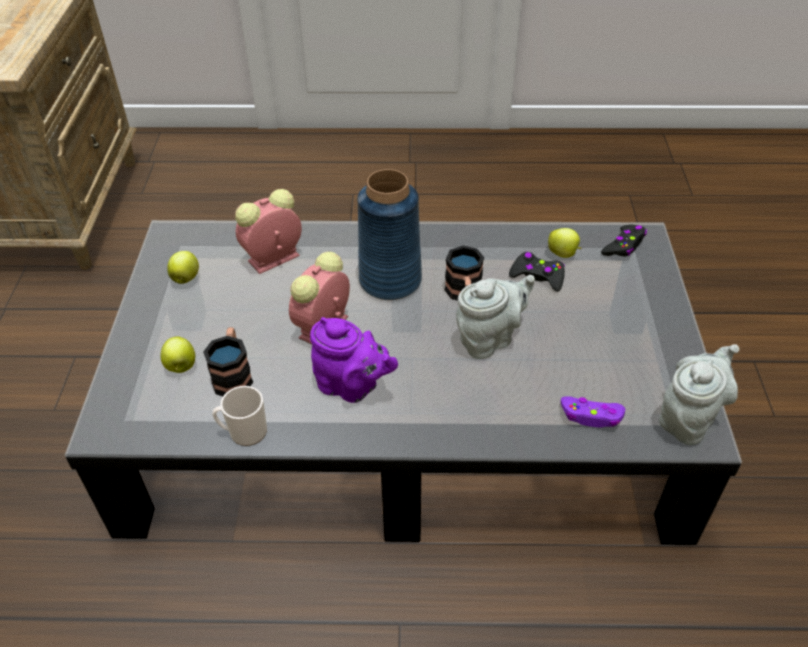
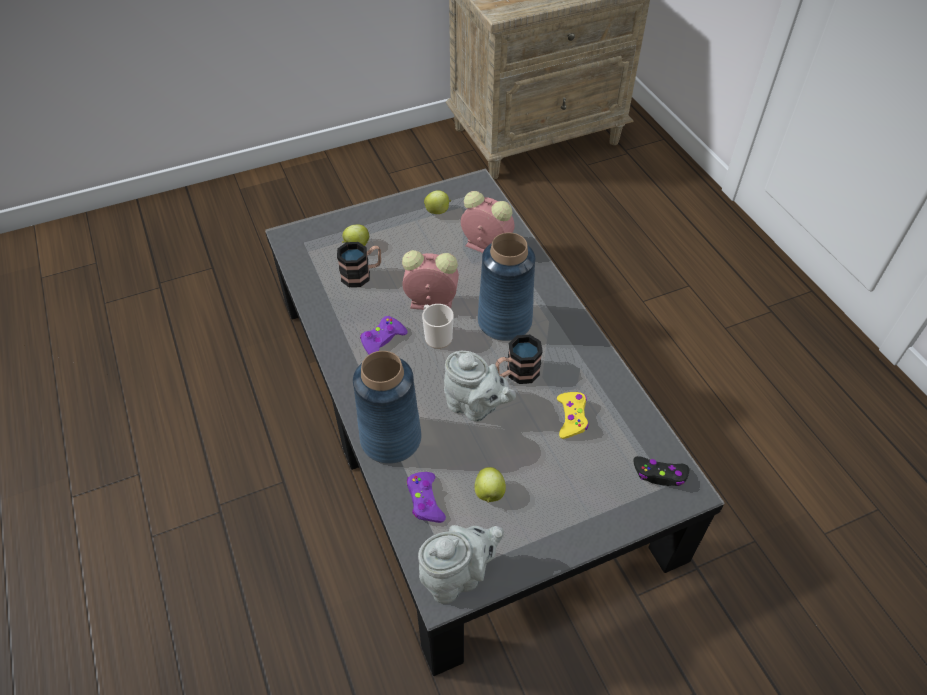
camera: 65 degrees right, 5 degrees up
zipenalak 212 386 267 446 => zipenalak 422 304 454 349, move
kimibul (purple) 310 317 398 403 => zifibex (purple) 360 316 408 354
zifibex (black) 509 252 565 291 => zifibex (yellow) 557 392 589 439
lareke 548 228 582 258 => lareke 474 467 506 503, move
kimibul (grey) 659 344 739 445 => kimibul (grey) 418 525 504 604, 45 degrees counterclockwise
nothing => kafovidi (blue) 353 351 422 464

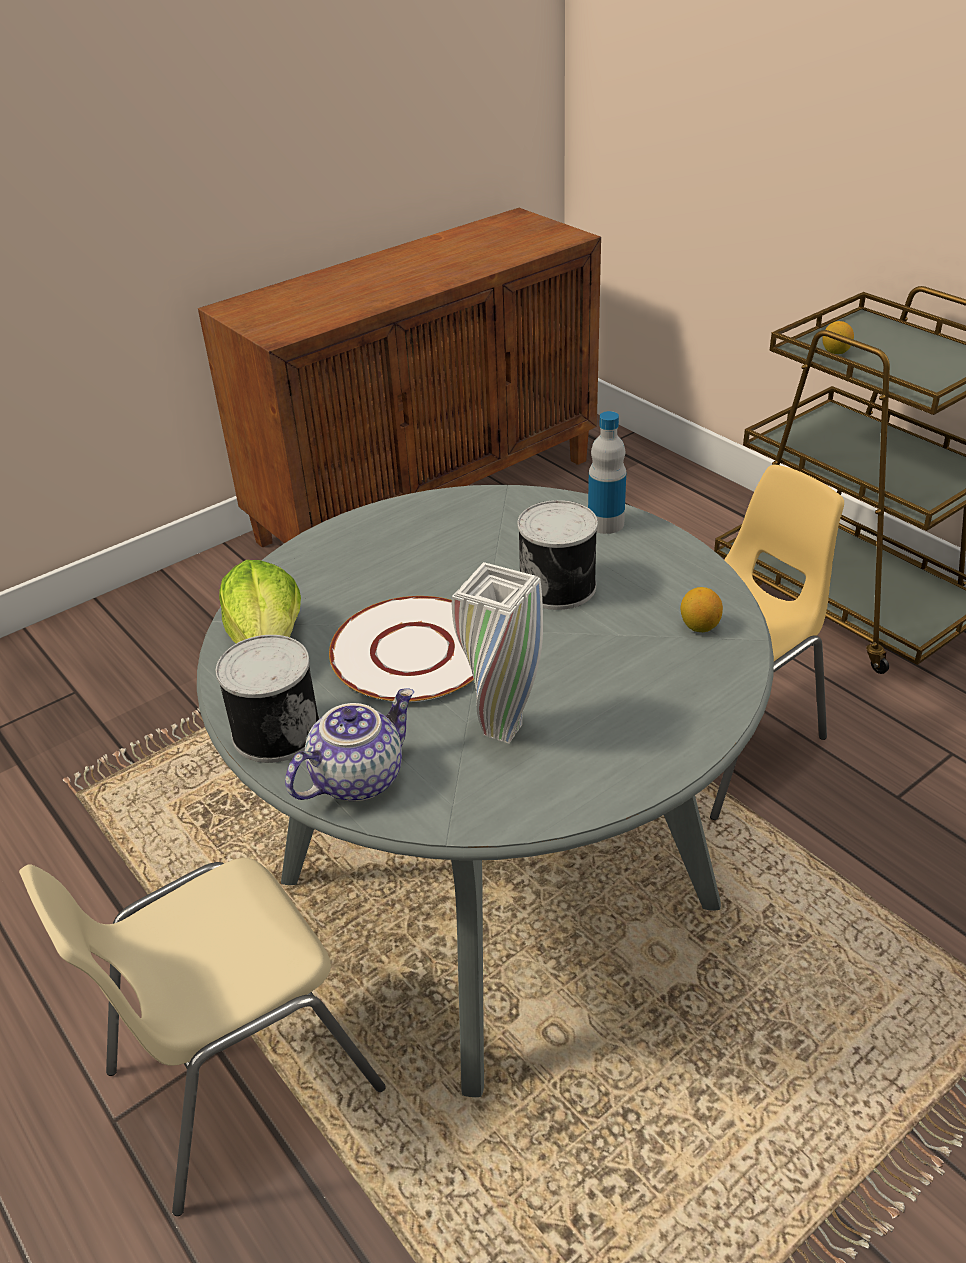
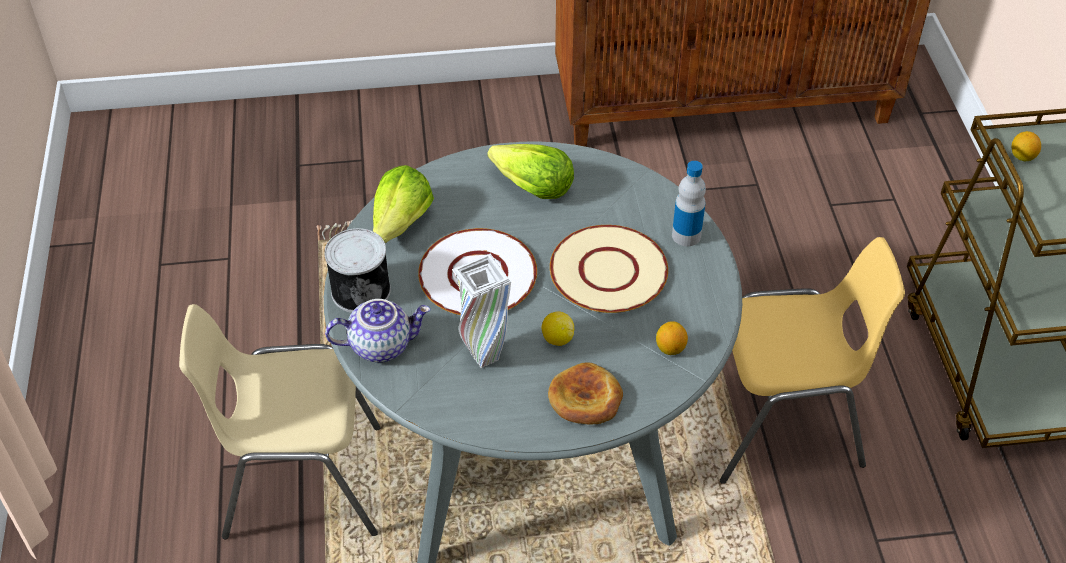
camera: 30 degrees right, 10 degrees up
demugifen 518 500 598 610 => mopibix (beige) 550 225 668 313
nothing => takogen 487 144 574 199
nothing => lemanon 541 312 574 346
nothing => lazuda 548 363 623 424

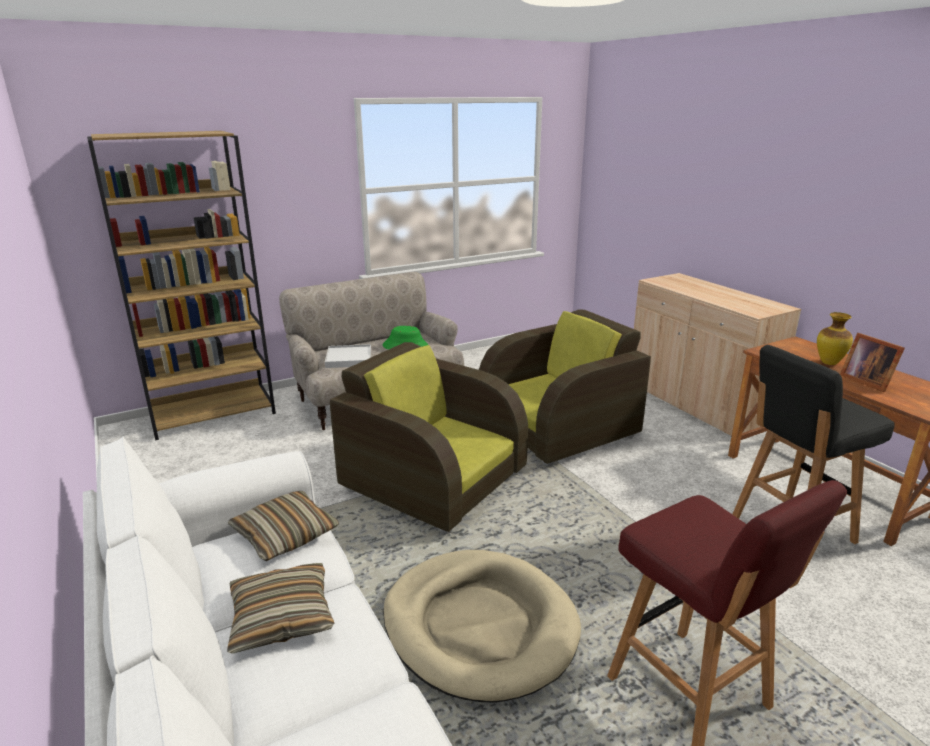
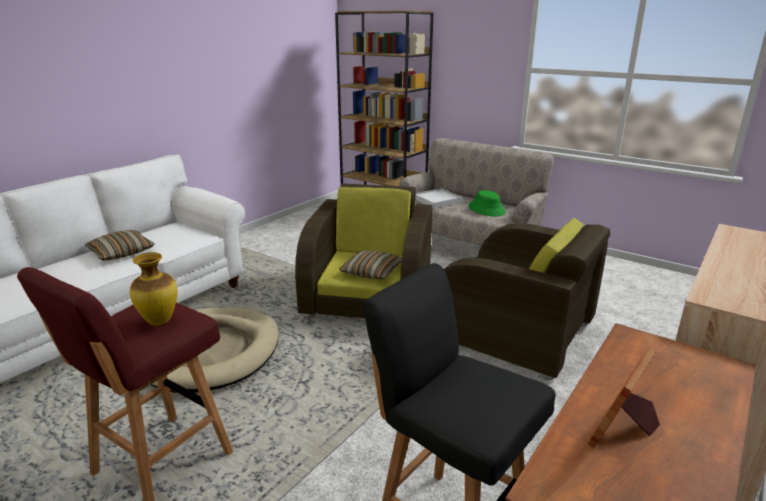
camera: 65 degrees right, 0 degrees up
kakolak 228 491 339 561 => kakolak 339 250 402 279, move
kafovidi 817 312 853 365 => kafovidi 130 252 178 326, move

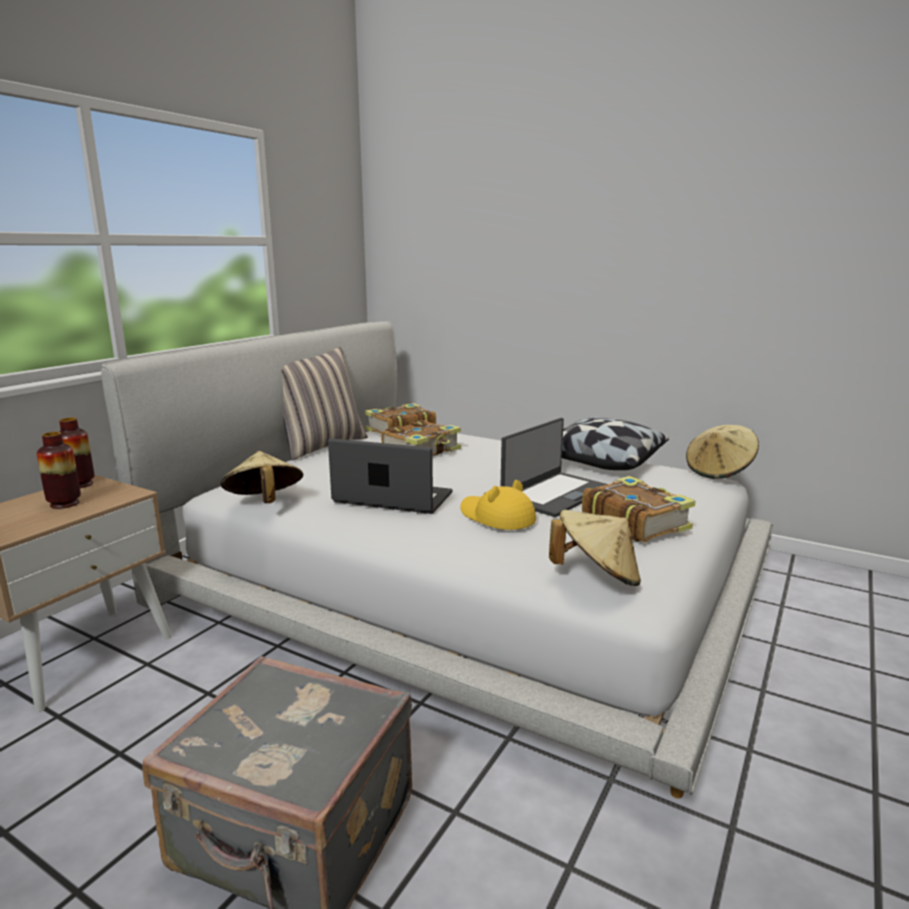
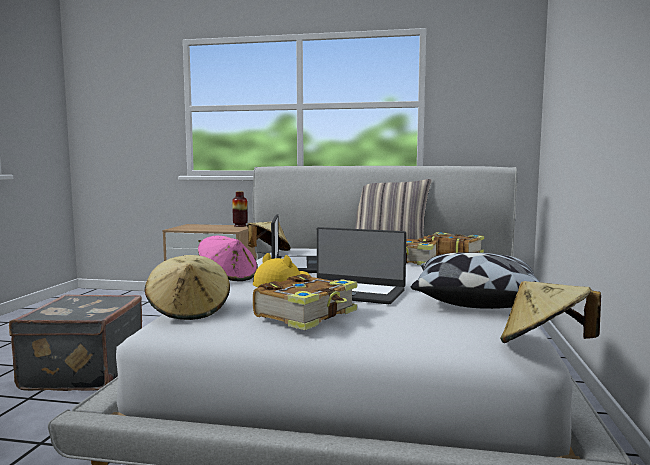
camera: 70 degrees right, 10 degrees down
kafovidi 37 432 81 509 => nothing
nothing => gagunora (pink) 198 236 258 281

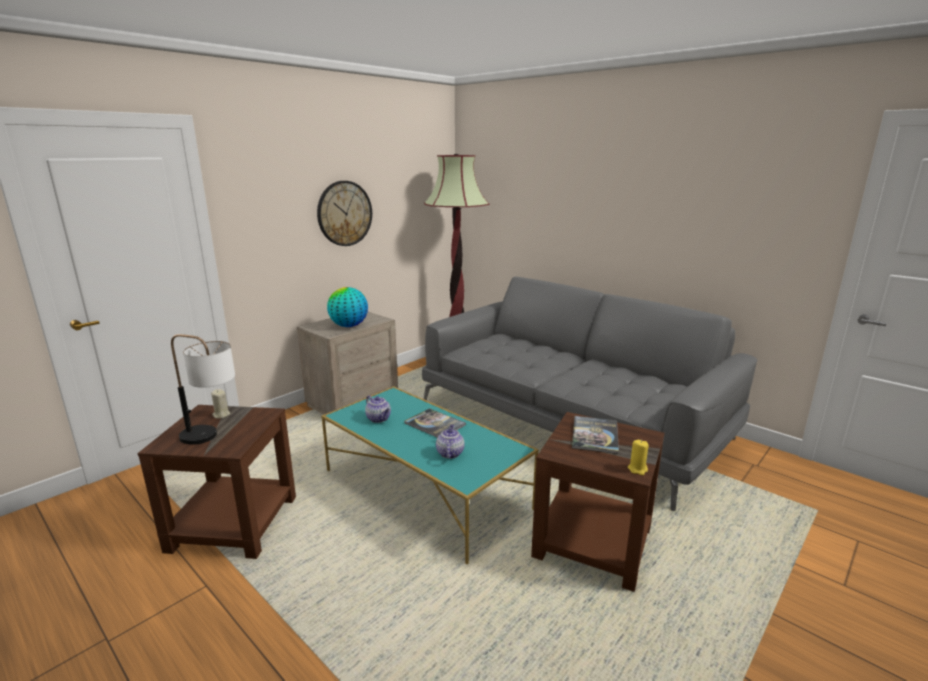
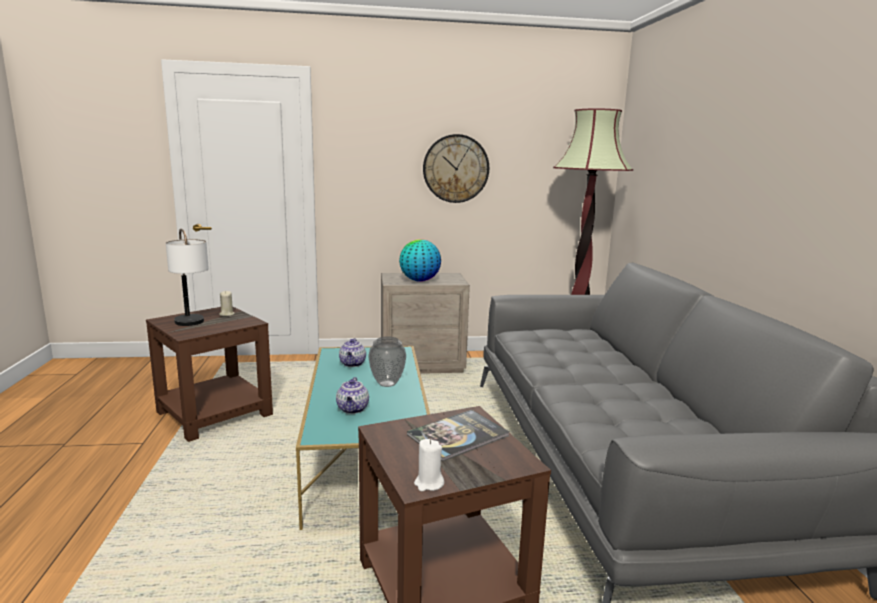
camera: 40 degrees right, 5 degrees down
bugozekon 404 408 466 437 => kafovidi 368 337 406 387
kimibul 436 424 464 459 => kimibul 336 377 369 414, 135 degrees clockwise
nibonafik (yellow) 628 440 649 475 => nibonafik (white) 414 439 444 491

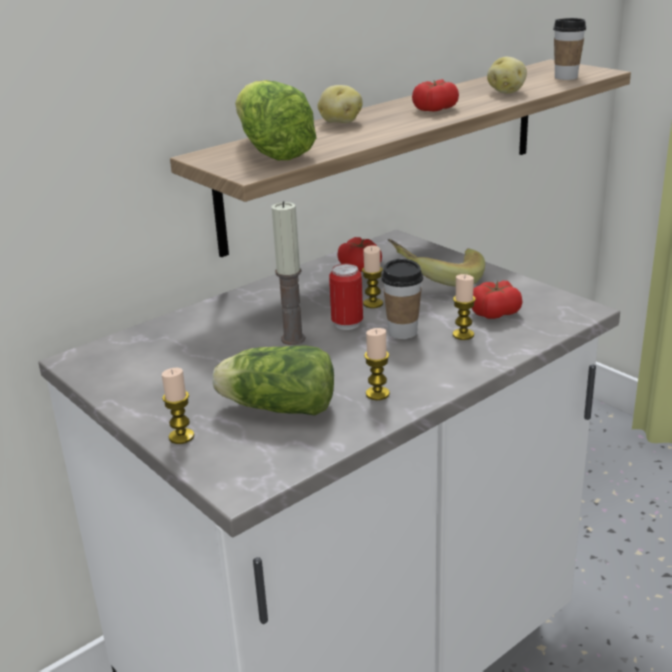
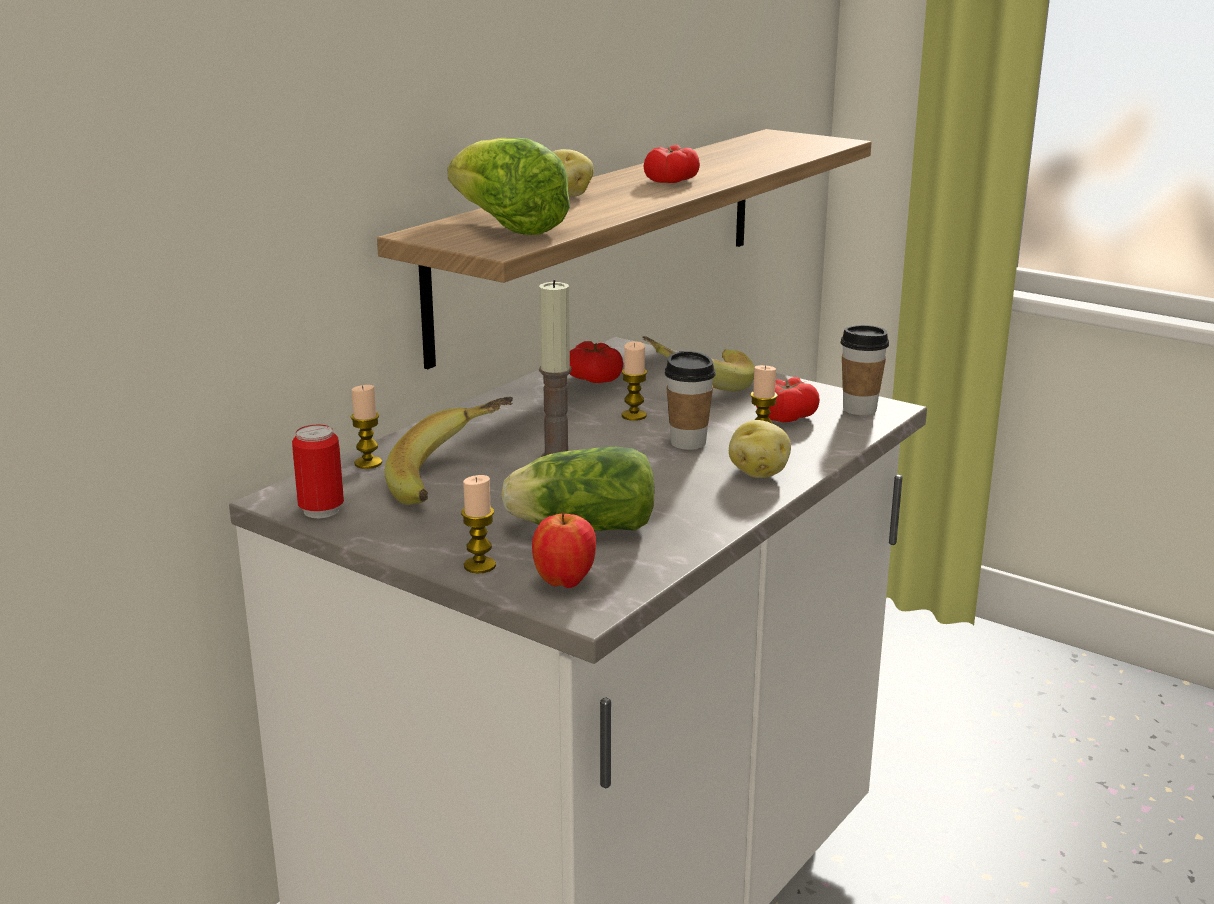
camera: 15 degrees left, 5 degrees down
demugifen 329 264 363 330 => demugifen 292 425 344 518, move
nibonafik 364 328 390 400 => nibonafik 351 385 382 469, move
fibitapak 487 57 527 93 => fibitapak 729 420 791 478, move
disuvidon 553 18 586 80 => disuvidon 841 325 889 415, move
nothing => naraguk 385 397 513 505
nothing => lareke 532 513 596 588

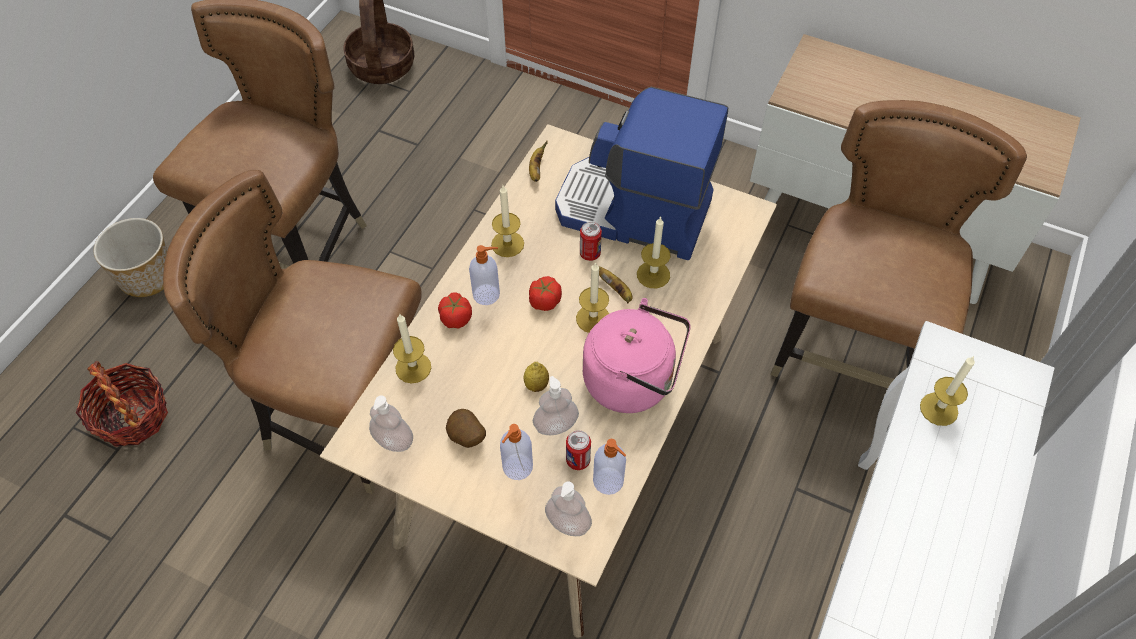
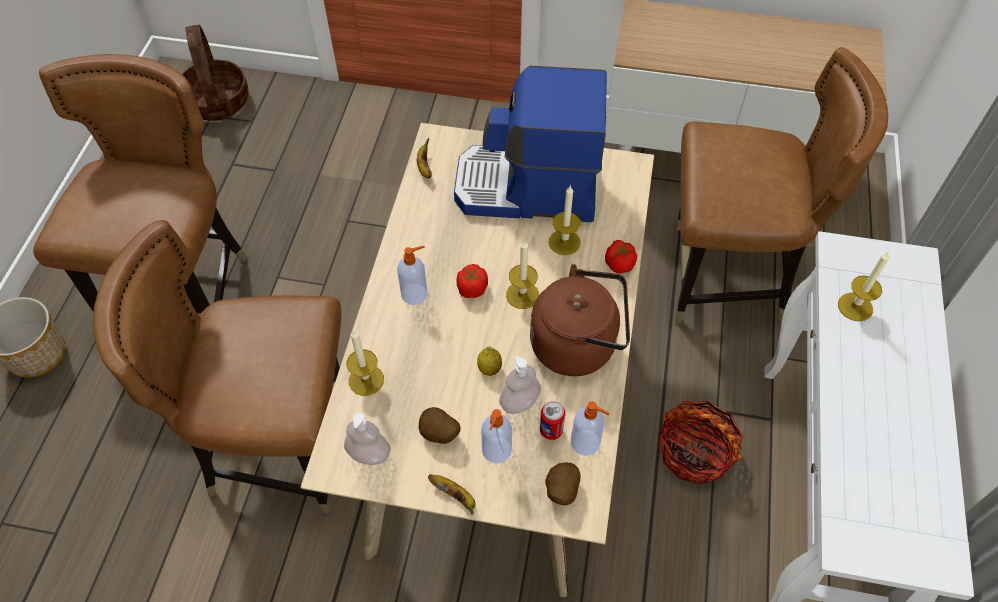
camera: 15 degrees left, 0 degrees up
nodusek 76 361 168 447 => nodusek 660 401 743 485, move
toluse 438 292 472 329 => toluse 605 240 637 274, move
nibonafik 491 185 524 257 => nothing
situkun 545 482 592 536 => fibitapak 545 462 581 505
demugifen 580 222 602 261 => nothing
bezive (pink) 583 298 691 413 => bezive (brown) 530 264 630 376
naraguk 599 267 633 303 => naraguk 428 474 476 515, move
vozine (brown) 770 100 1027 388 => vozine (brown) 675 47 888 323, 90 degrees clockwise

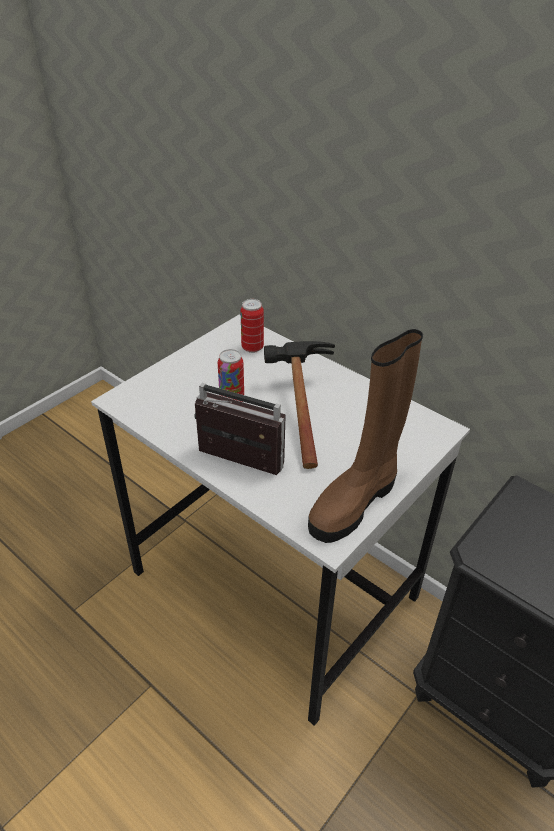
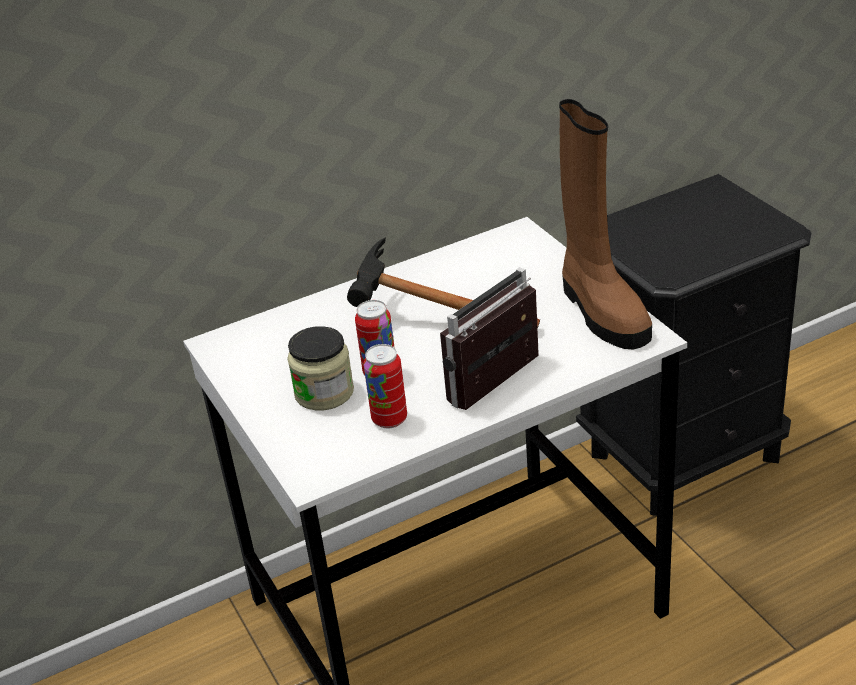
camera: 65 degrees left, 5 degrees down
demugifen 240 299 264 353 => demugifen 364 344 407 428, move
nothing => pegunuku 287 326 354 411

